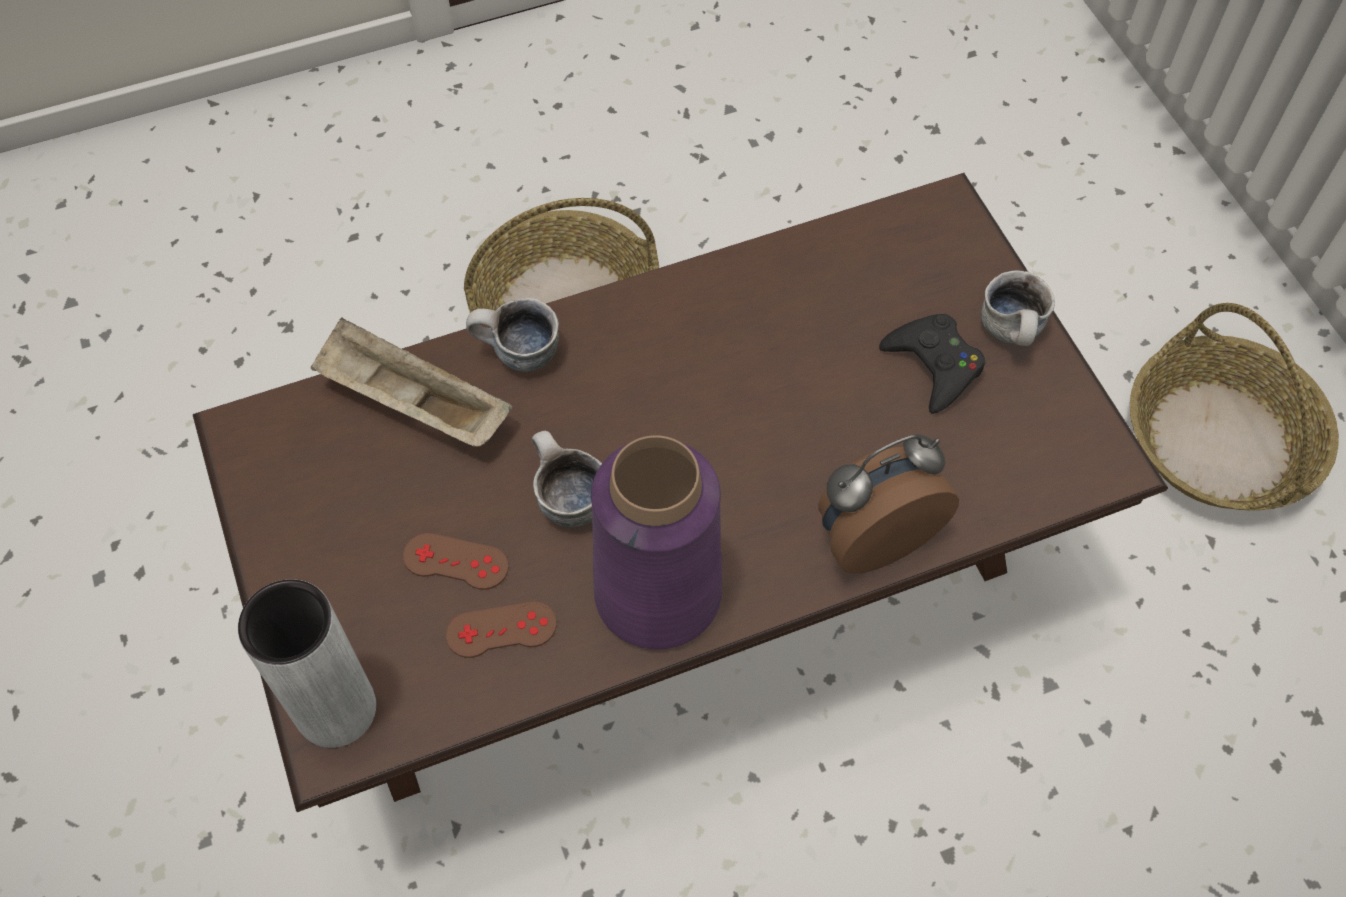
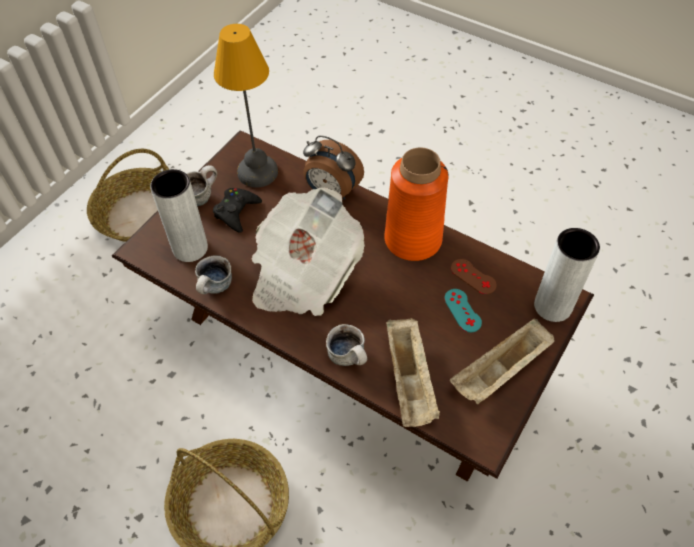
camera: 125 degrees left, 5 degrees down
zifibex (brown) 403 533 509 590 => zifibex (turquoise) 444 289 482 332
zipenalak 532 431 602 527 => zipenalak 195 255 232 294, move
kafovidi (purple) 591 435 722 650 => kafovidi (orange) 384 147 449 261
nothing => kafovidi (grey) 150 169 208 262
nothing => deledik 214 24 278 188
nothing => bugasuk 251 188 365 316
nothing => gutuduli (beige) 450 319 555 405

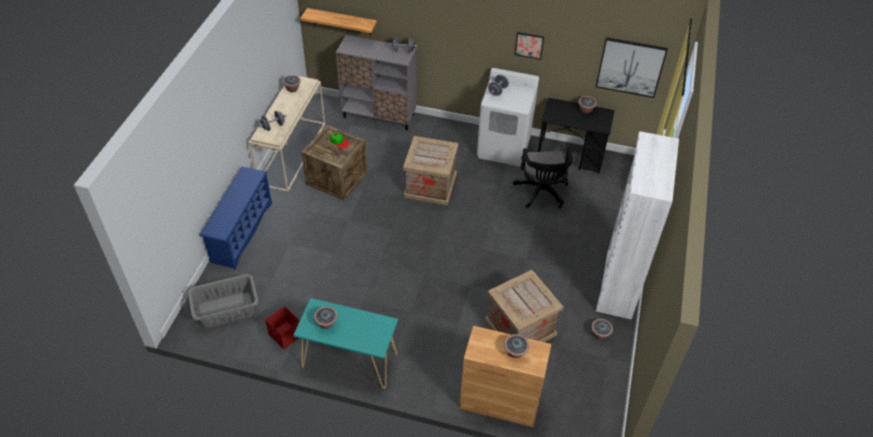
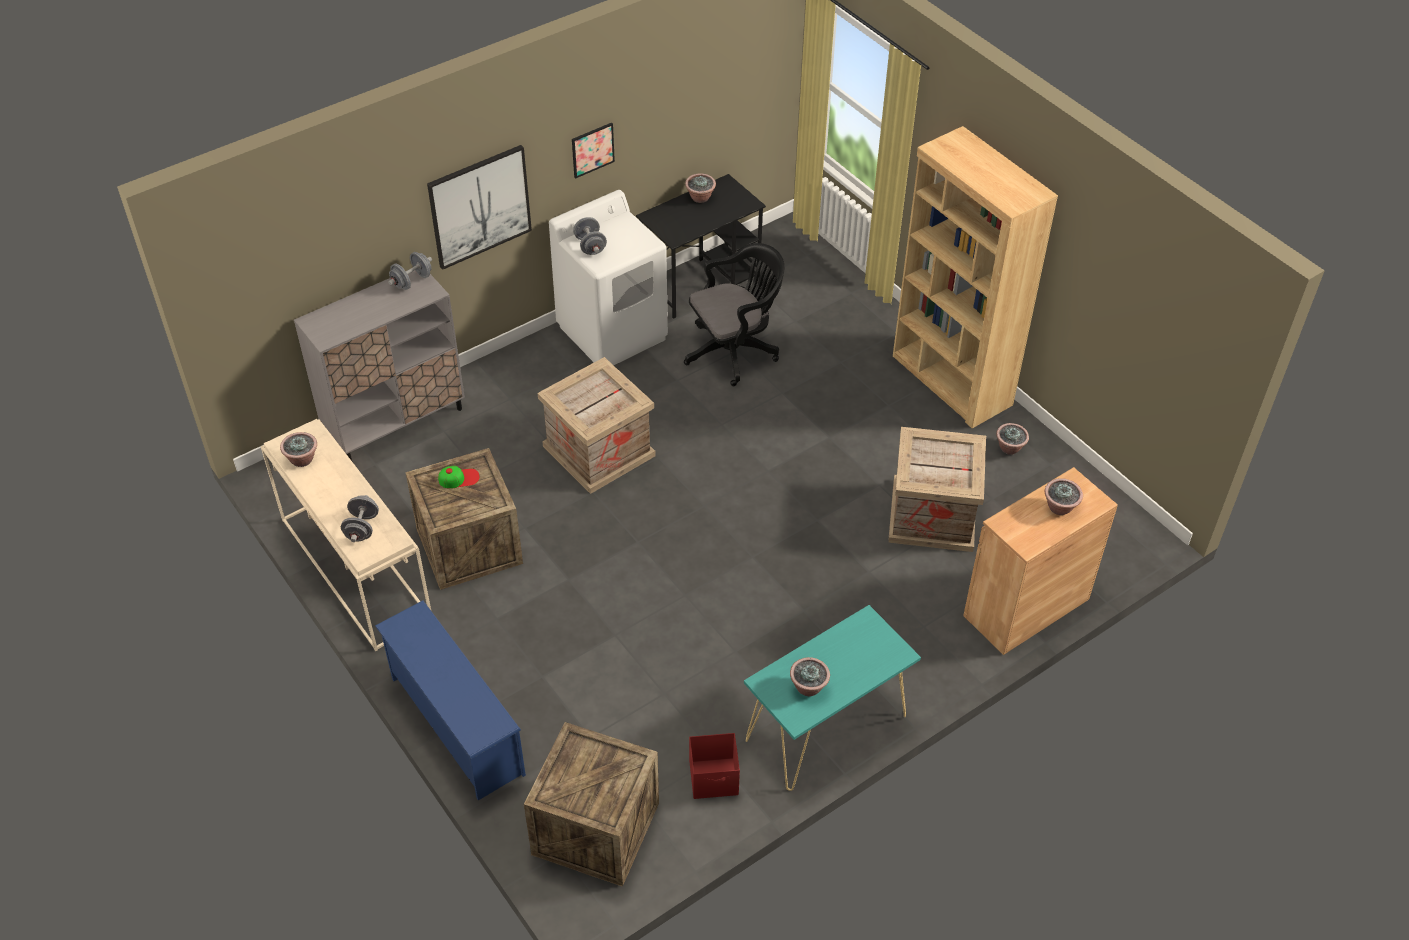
camera: 50 degrees left, 0 degrees up
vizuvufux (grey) 188 274 259 328 => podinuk 524 722 659 886
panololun 300 8 377 34 => nothing
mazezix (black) 513 146 573 208 => mazezix (black) 684 243 785 386, 60 degrees counterclockwise
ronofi 596 37 668 98 => ronofi 427 145 532 270, move
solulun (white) 596 131 679 320 => solulun (brown) 893 126 1058 429

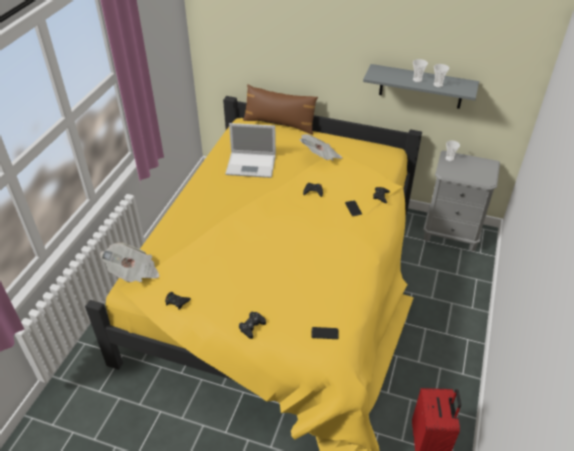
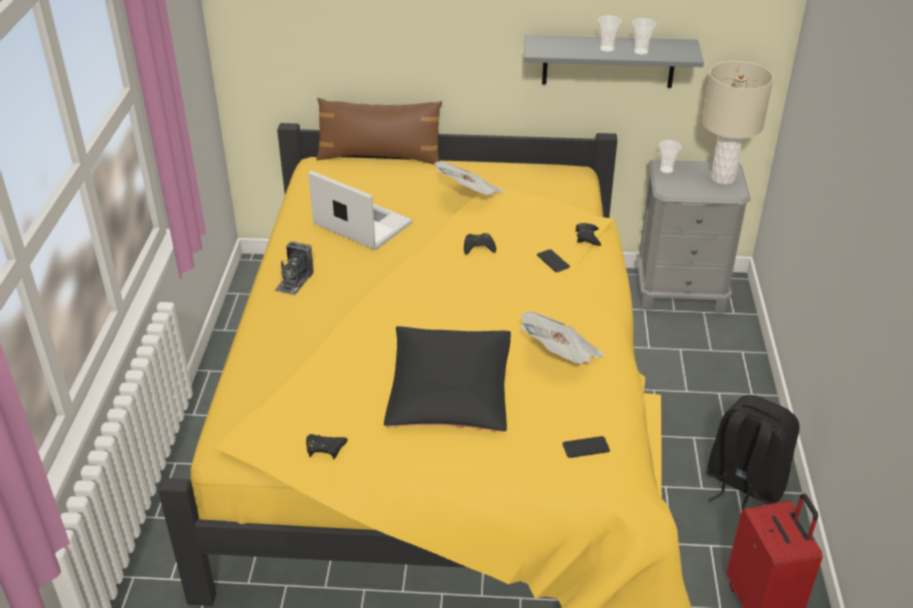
camera: 15 degrees left, 5 degrees down
bugasuk 100 242 159 283 => bugasuk 520 311 605 365, move
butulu 225 123 276 178 => butulu 308 170 413 250, 135 degrees counterclockwise
zifibex (black) 239 312 266 339 => nothing
nothing => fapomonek 275 241 313 295
nothing => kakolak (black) 384 326 511 432
nothing => deledik (beige) 702 61 774 185
nothing => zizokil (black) 707 395 800 509

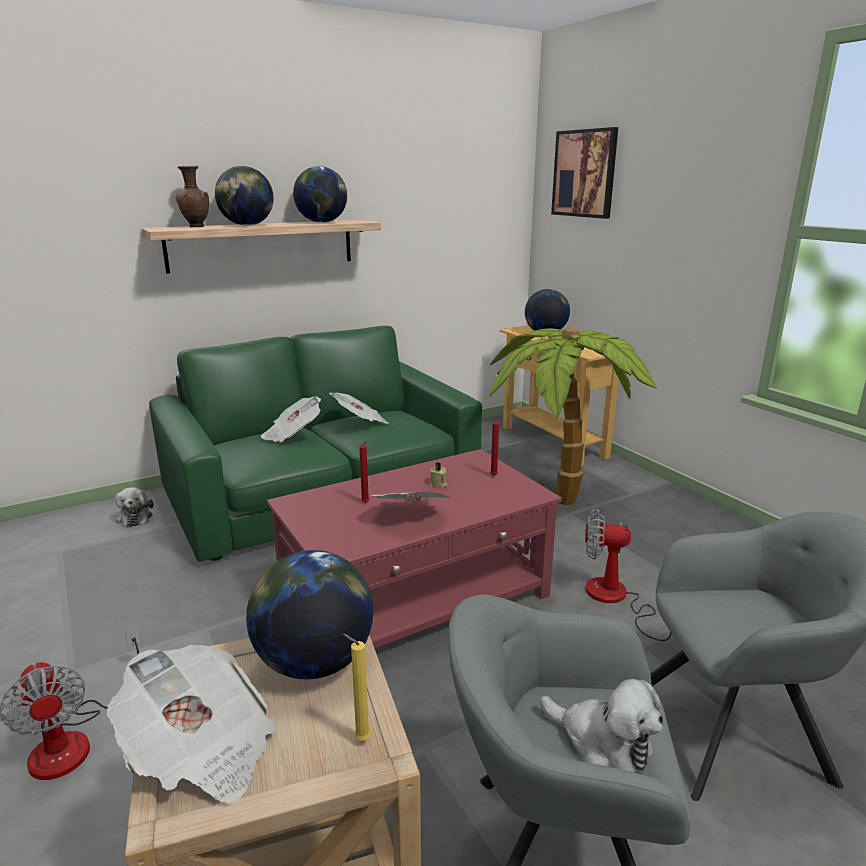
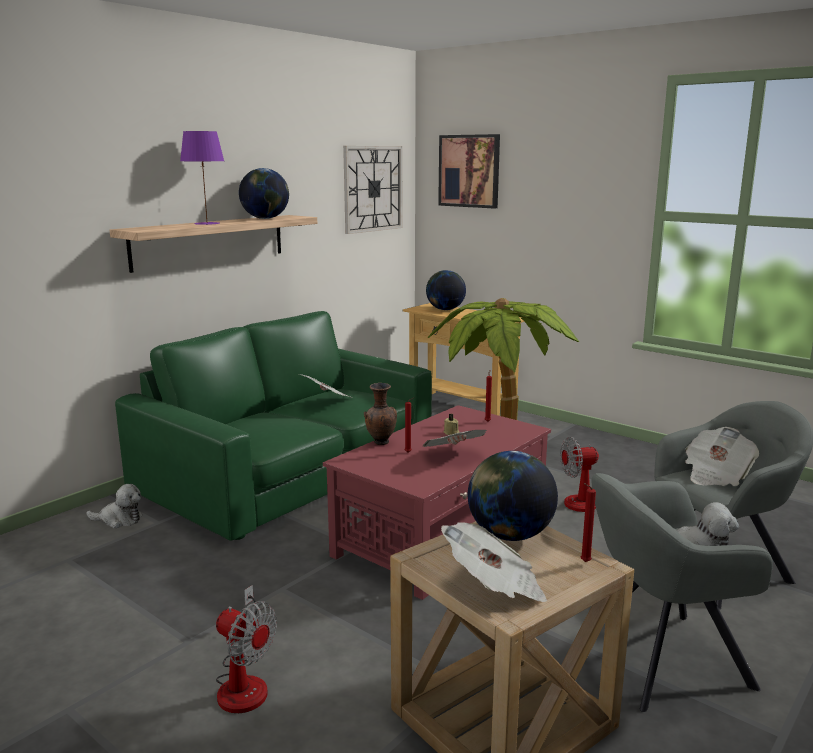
camera: 20 degrees left, 5 degrees down
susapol 115 487 153 527 => susapol 86 484 142 528, 45 degrees counterclockwise
kafovidi (brown) 176 166 209 227 => kafovidi (brown) 364 383 397 445, move
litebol 215 166 274 226 => deledik (purple) 180 131 224 225
bugasuk 261 397 321 443 => bugasuk 685 427 759 486, move
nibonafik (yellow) 343 634 371 741 => nibonafik (red) 581 483 596 562
nothing => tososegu 343 146 402 234

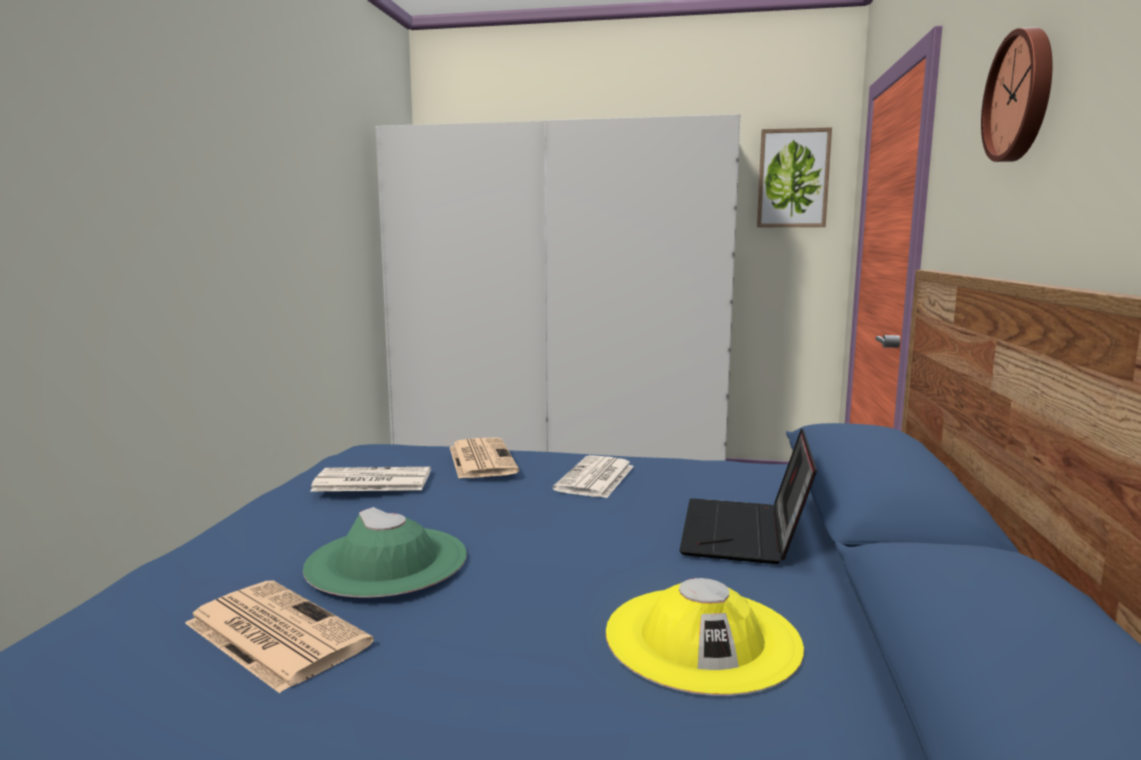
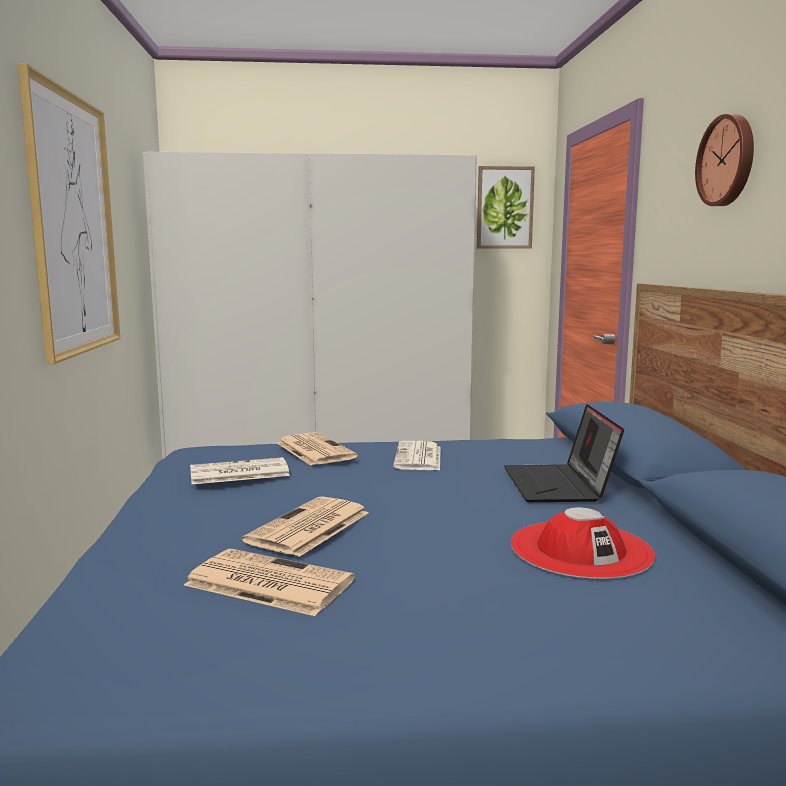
camera: 15 degrees left, 0 degrees up
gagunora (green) 303 507 467 598 => bugasuk 242 496 369 557
gagunora (yellow) 606 578 804 696 => gagunora (red) 511 507 655 579
nothing => ronofi 18 63 121 364

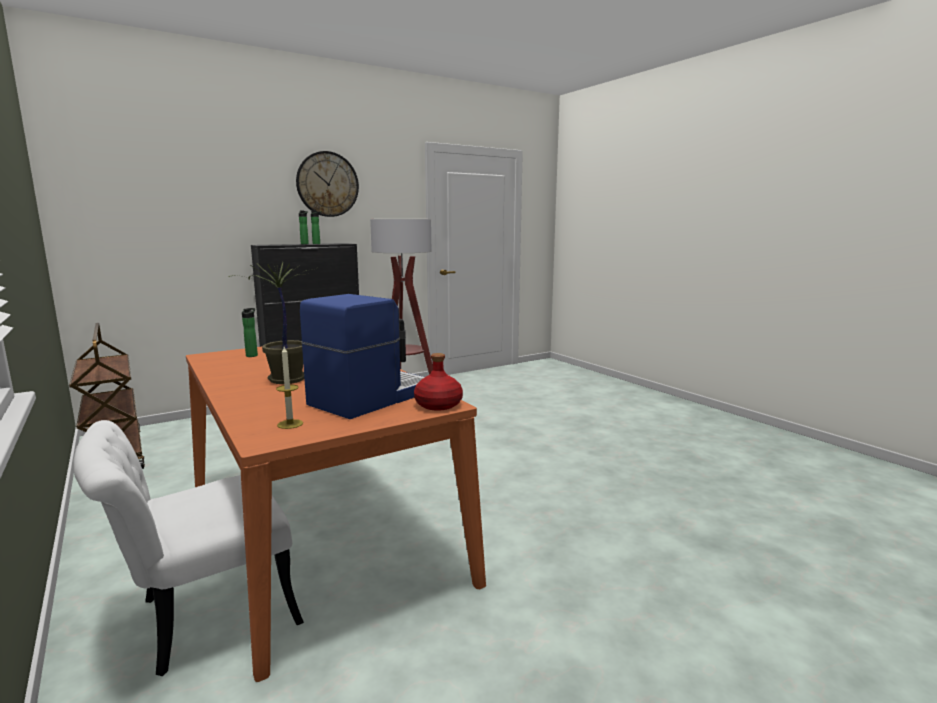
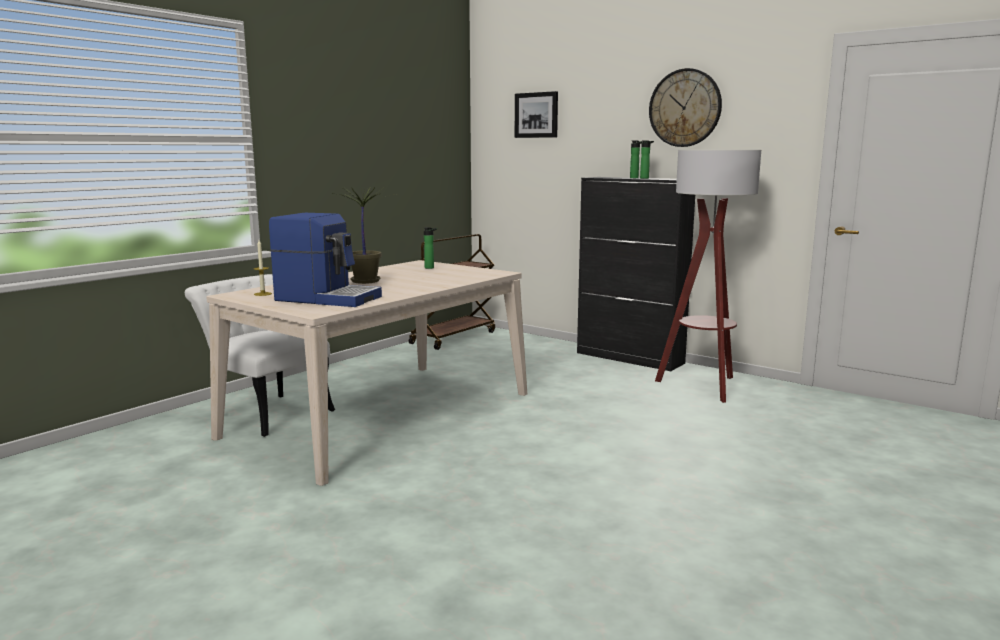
camera: 70 degrees right, 0 degrees up
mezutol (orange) 186 347 486 682 => mezutol (beige) 206 260 527 486
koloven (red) 414 353 463 410 => nothing
nothing => ronofi 515 91 558 138

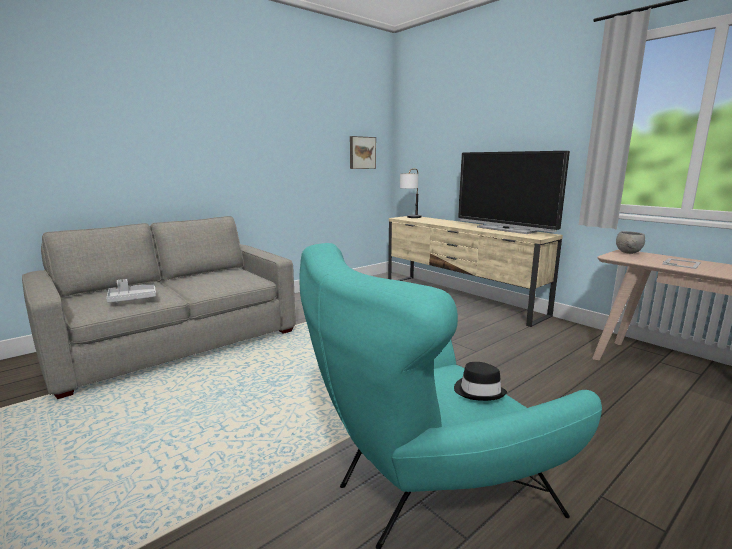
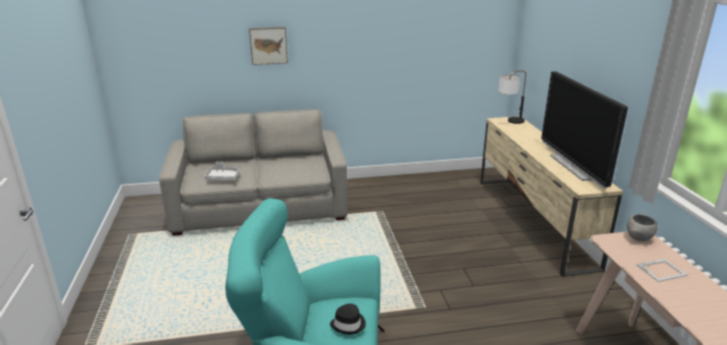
camera: 30 degrees right, 10 degrees up
ronofi 350 136 376 169 => ronofi 249 27 288 65, move

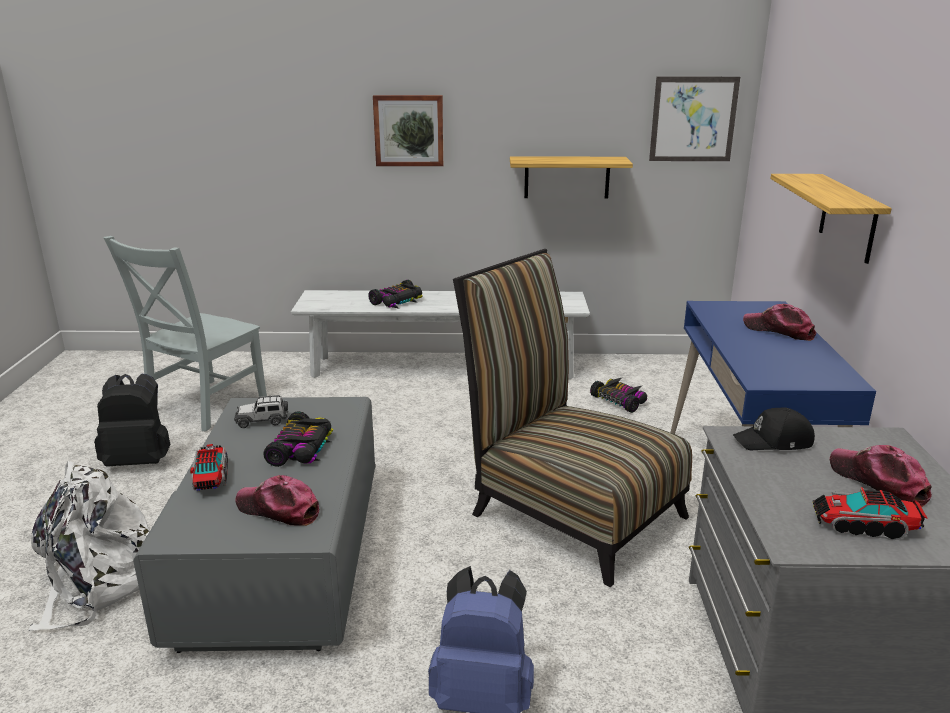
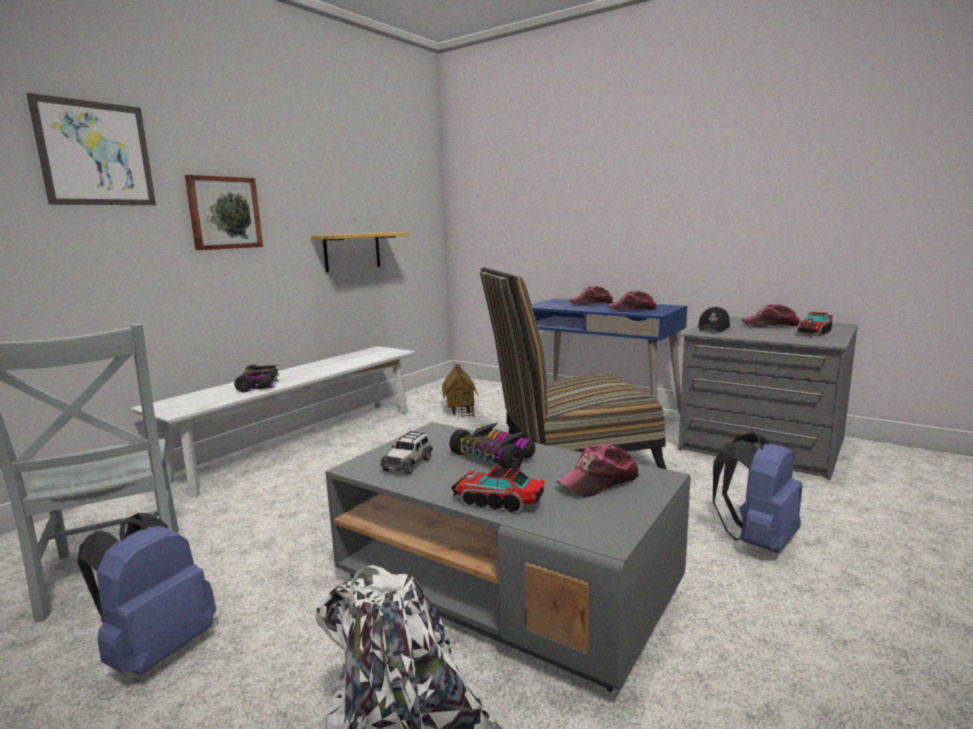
camera: 55 degrees left, 10 degrees down
zizokil (black) 94 374 170 467 => zizokil (blue) 77 513 216 675
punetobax 590 378 647 413 => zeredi 442 364 478 418
ronofi 649 77 740 161 => ronofi 27 93 156 205, move
panololun 770 174 892 264 => nothing
nothing => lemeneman 607 291 657 312

